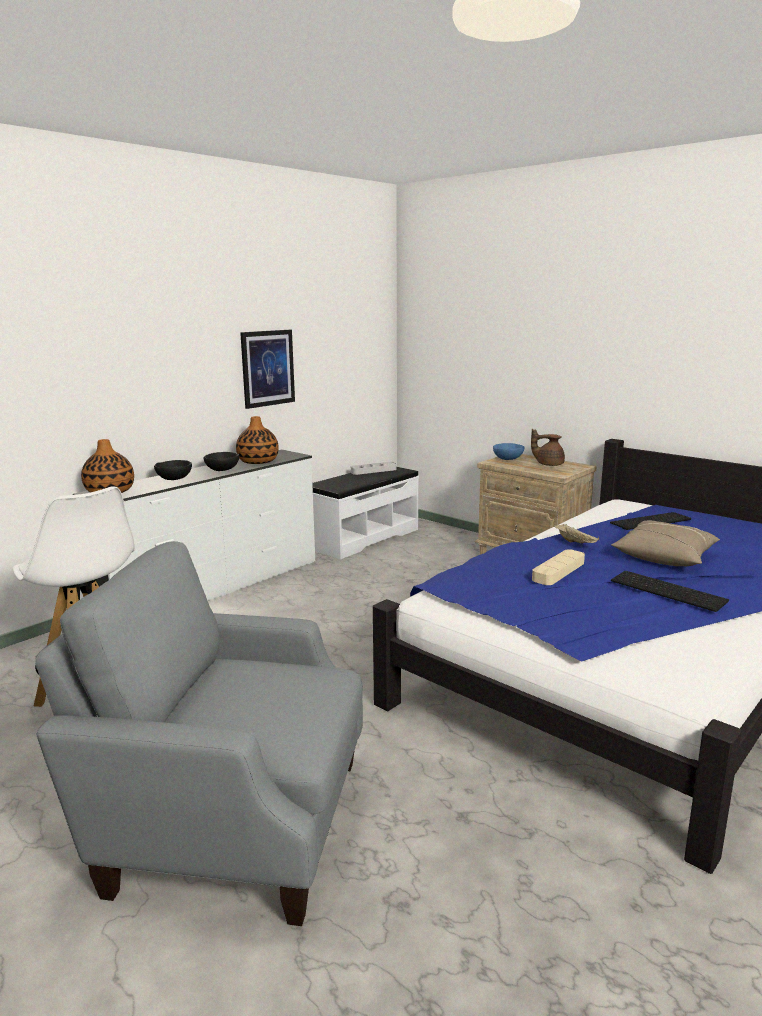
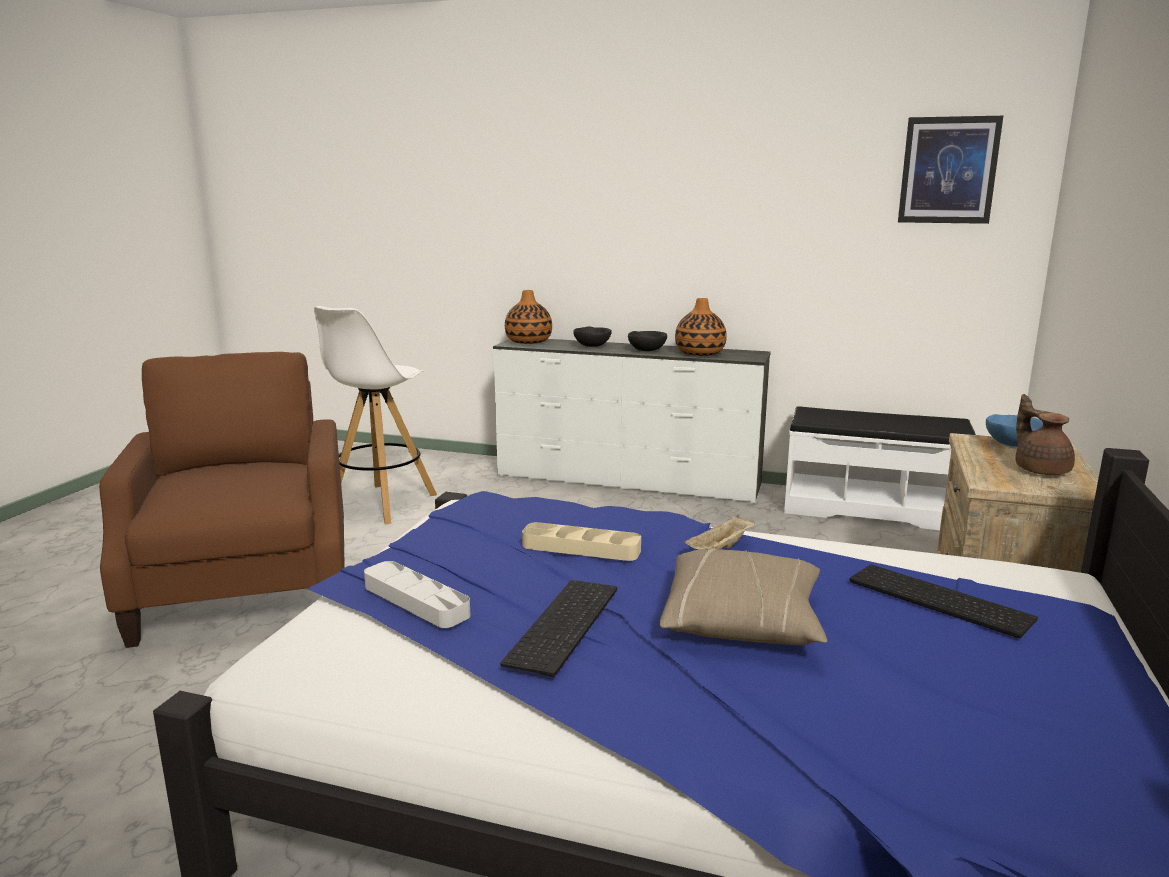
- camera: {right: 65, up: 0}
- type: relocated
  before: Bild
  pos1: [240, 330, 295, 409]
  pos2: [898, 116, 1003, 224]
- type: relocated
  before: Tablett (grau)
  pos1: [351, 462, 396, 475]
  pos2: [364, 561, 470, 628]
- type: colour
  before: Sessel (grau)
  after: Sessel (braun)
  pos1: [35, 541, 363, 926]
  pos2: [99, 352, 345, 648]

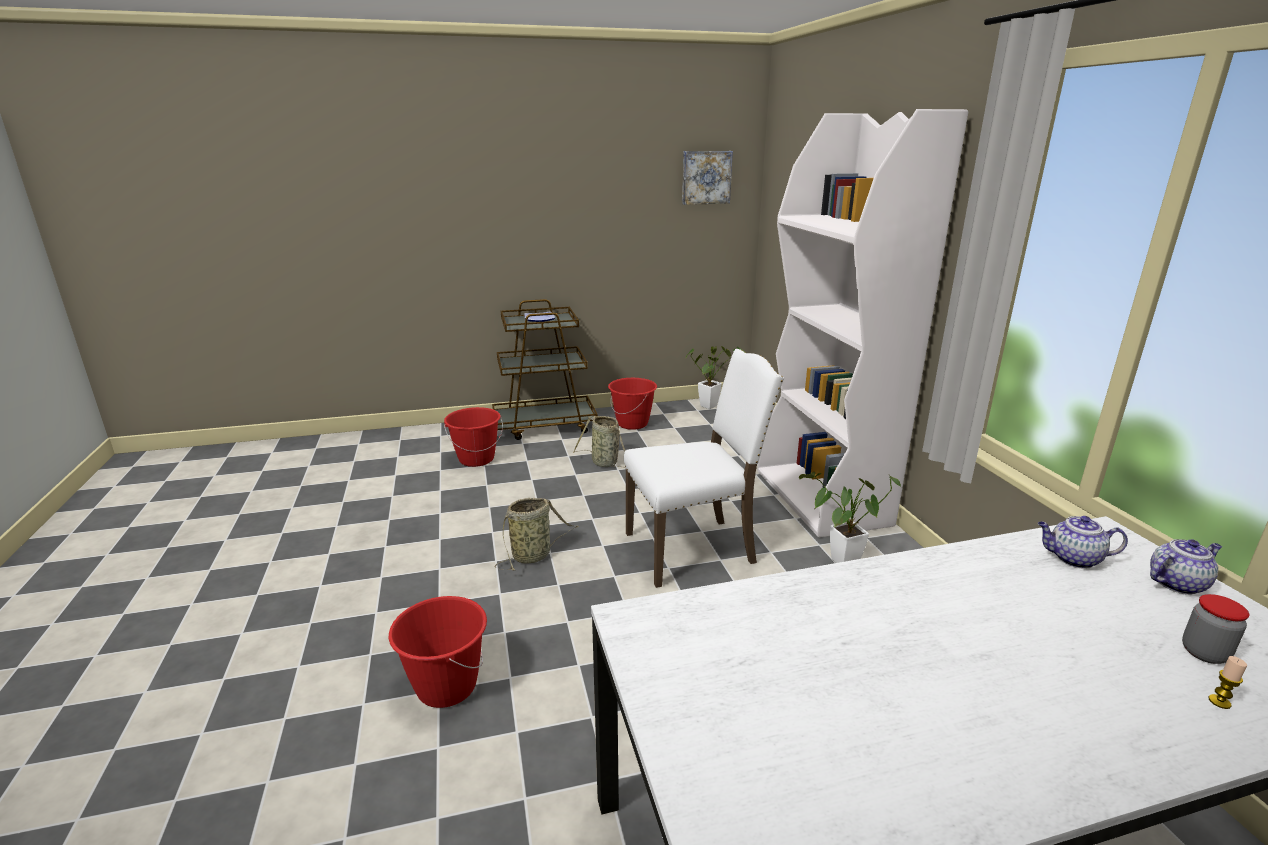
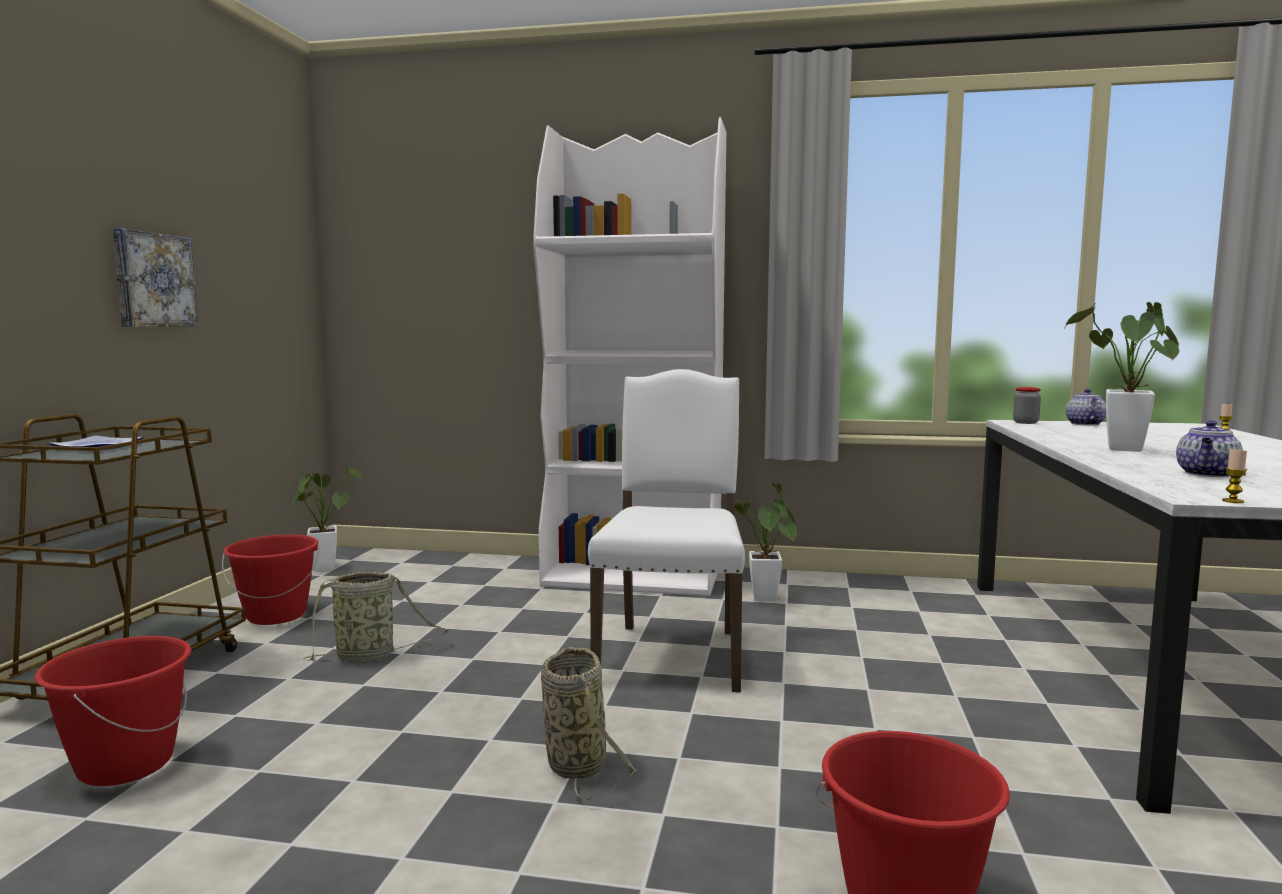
- camera: {right: -65, up: -15}
- type: relocated
  before: Bild
  pos1: [682, 151, 733, 205]
  pos2: [113, 228, 198, 327]
- type: relocated
  before: Teekanne
  pos1: [1038, 516, 1128, 569]
  pos2: [1176, 420, 1243, 477]
- type: relocated
  before: Vorratsglas
  pos1: [1182, 594, 1249, 664]
  pos2: [1013, 387, 1041, 424]
- type: appeared
  after: Topfpflanze
  pos2: [1065, 302, 1179, 452]
- type: appeared
  after: Kerze
  pos2: [1222, 448, 1247, 503]

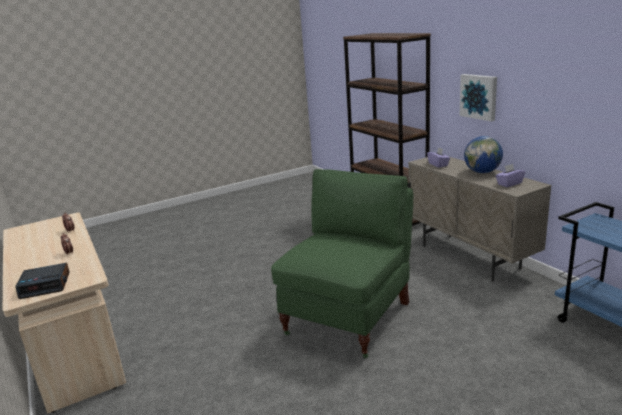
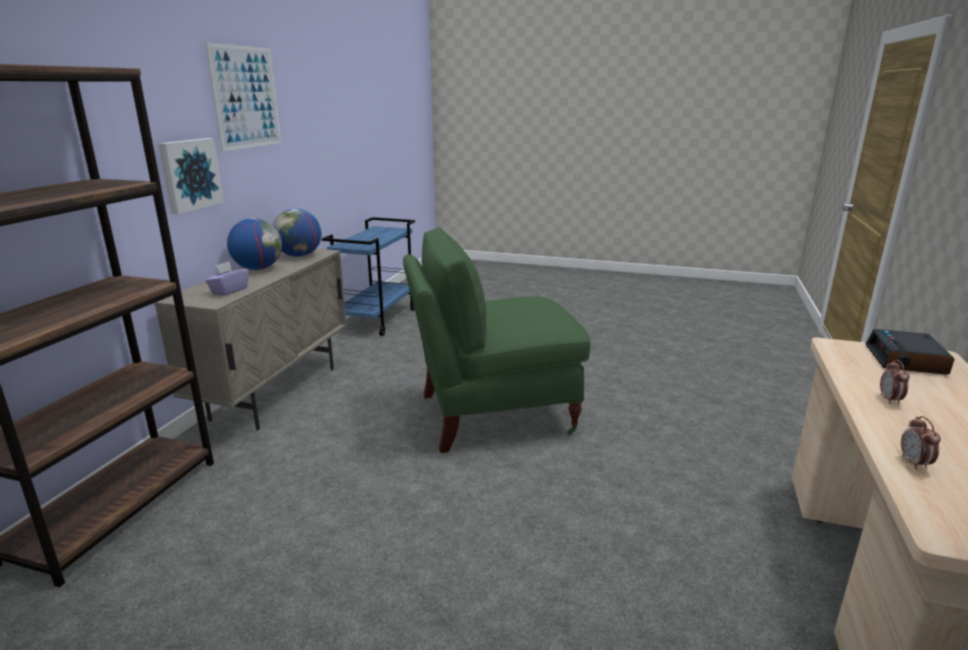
- camera: {right: -135, up: 0}
- type: exchanged
  before: Taschentuchbox (lila)
  after: Globus
  pos1: [496, 164, 525, 187]
  pos2: [273, 209, 321, 257]
- type: spun
  before: Wecker
  pos1: [15, 263, 70, 299]
  pos2: [866, 329, 954, 375]
  turn: -105
- type: appeared
  after: Bild
  pos2: [205, 43, 281, 151]

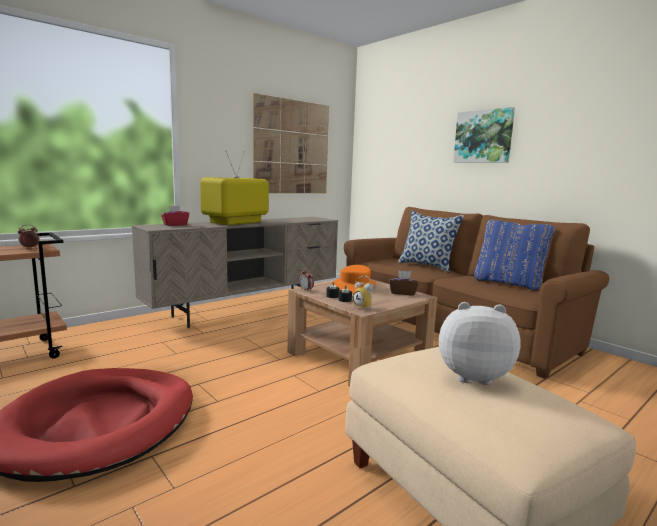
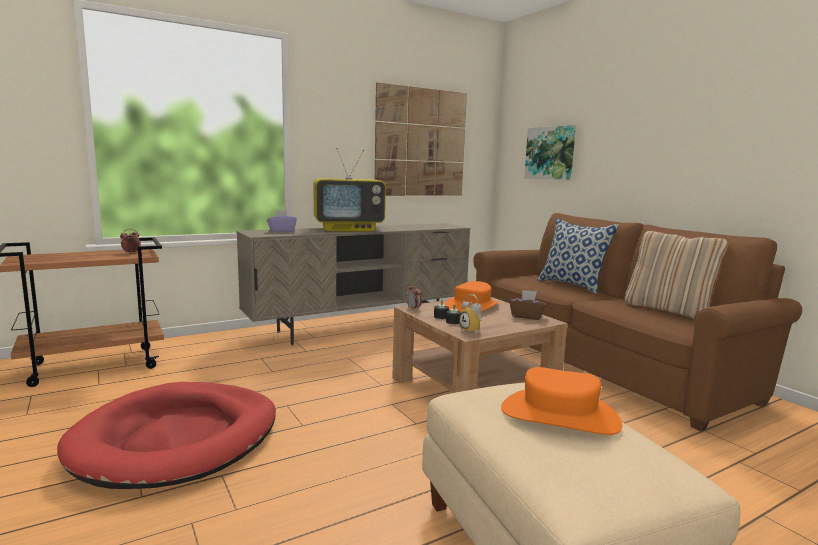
- camera: {right: 10, up: 0}
- type: relocated
  before: Bild
  pos1: [453, 107, 515, 163]
  pos2: [524, 125, 576, 181]
- type: spun
  before: Fernseher
  pos1: [200, 151, 269, 225]
  pos2: [314, 148, 386, 231]
  turn: -150
- type: colour
  before: Taschentuchbox (rot)
  after: Taschentuchbox (lila)
  pos1: [161, 206, 189, 226]
  pos2: [267, 210, 297, 232]
- type: colour
  before: Kissen (blau)
  after: Kissen (beige)
  pos1: [474, 219, 555, 291]
  pos2: [625, 230, 729, 320]
- type: exchanged
  before: Plüschtier
  after: Hut (orange)
  pos1: [439, 302, 521, 385]
  pos2: [501, 367, 622, 435]

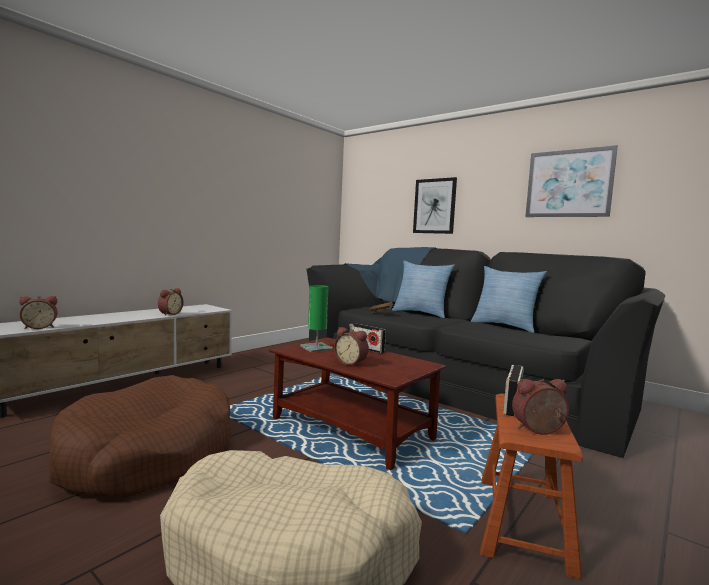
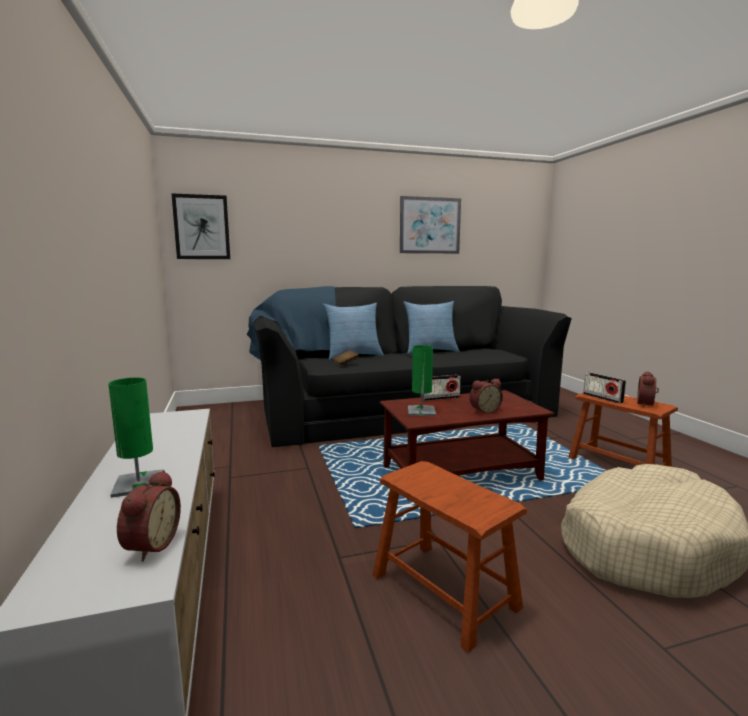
- camera: {right: -55, up: 5}
- type: relocated
  before: Bild
  pos1: [413, 177, 457, 234]
  pos2: [171, 193, 230, 259]
- type: missing
  before: Wecker
  pos1: [158, 288, 184, 316]
- type: exchanged
  before: Hundebett (braun)
  after: Hocker (braun)
  pos1: [49, 375, 232, 497]
  pos2: [373, 461, 527, 653]
- type: appeared
  after: Tischlampe (grün)
  pos2: [108, 377, 163, 498]

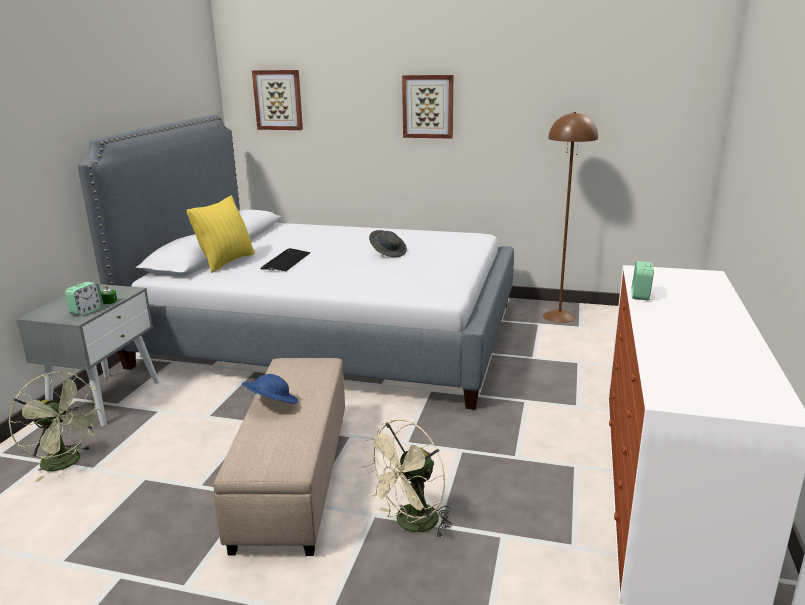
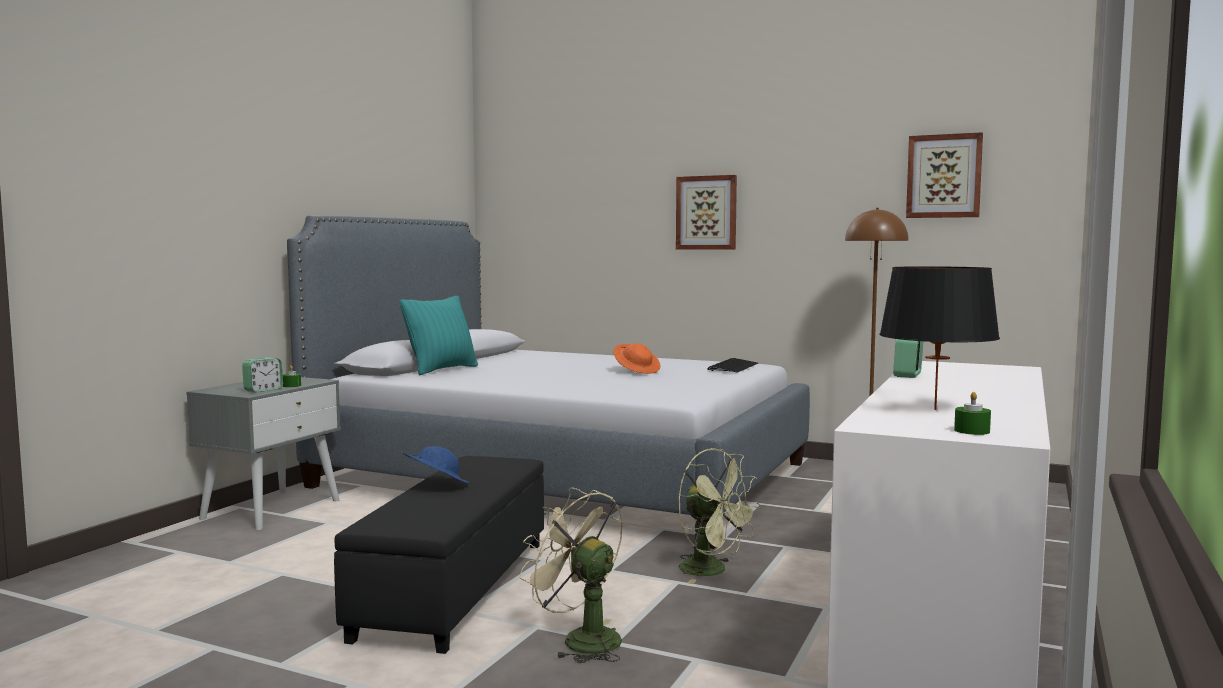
- camera: {right: 10, up: -15}
- type: relocated
  before: Bild
  pos1: [252, 70, 303, 130]
  pos2: [906, 132, 983, 218]
- type: colour
  before: Kissen (gelb)
  after: Kissen (türkis)
  pos1: [187, 196, 255, 273]
  pos2: [400, 296, 478, 375]
- type: colour
  before: Hut (grau)
  after: Hut (orange)
  pos1: [369, 230, 407, 257]
  pos2: [613, 343, 660, 374]
- type: relocated
  before: Tastatur
  pos1: [261, 248, 310, 271]
  pos2: [707, 358, 758, 373]
- type: colour
  before: Polsterhocker (beige)
  after: Polsterhocker (schwarz)
  pos1: [213, 358, 345, 556]
  pos2: [334, 456, 544, 654]
- type: relocated
  before: Ventilator (grün)
  pos1: [9, 372, 103, 482]
  pos2: [678, 448, 761, 584]
- type: spun
  before: Ventilator (beige)
  pos1: [362, 419, 452, 539]
  pos2: [519, 487, 623, 663]
  turn: 75
- type: appeared
  after: Tischlampe (schwarz)
  pos2: [879, 266, 1000, 410]
- type: appeared
  after: Kerze (grün)
  pos2: [954, 392, 991, 435]

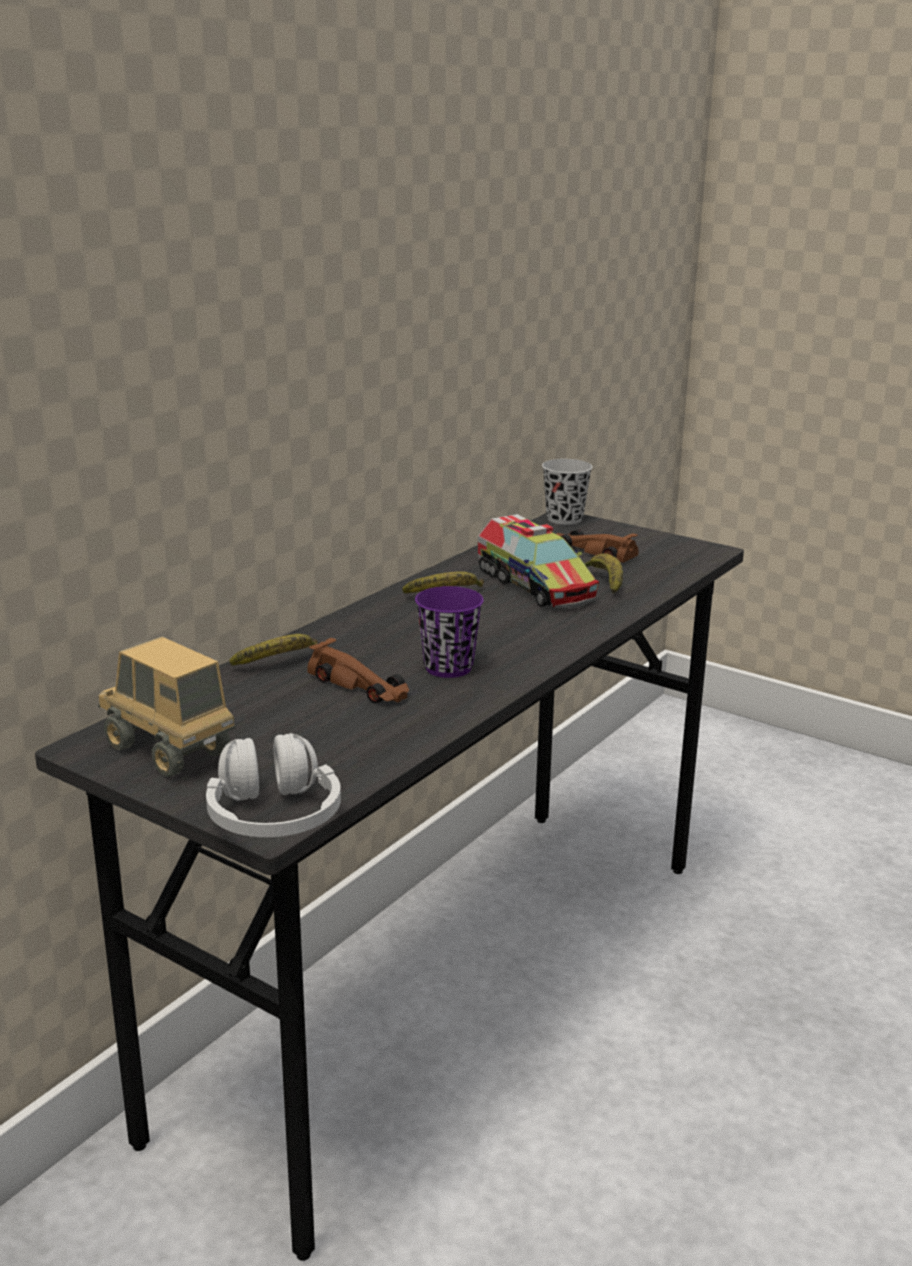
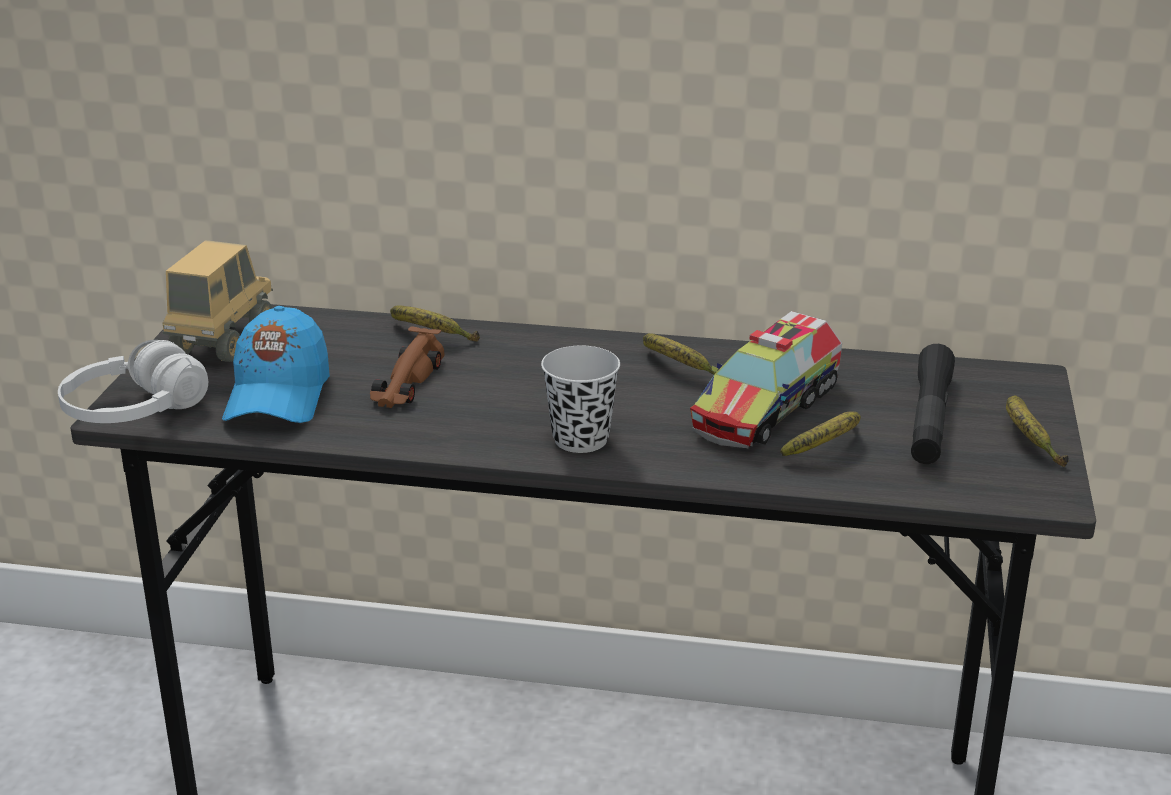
- camera: {right: 65, up: 5}
- type: relocated
  before: Tasse (schwarz)
  pos1: [542, 459, 593, 525]
  pos2: [541, 346, 620, 453]
- type: exchanged
  before: Spielzeugauto (braun)
  after: Taschenlampe (schwarz)
  pos1: [556, 529, 638, 563]
  pos2: [911, 344, 955, 464]
- type: missing
  before: Tasse (lila)
  pos1: [415, 586, 484, 678]
- type: appeared
  after: Kappe (blau)
  pos2: [222, 306, 330, 423]
- type: appeared
  after: Banane
  pos2: [1006, 395, 1069, 467]

